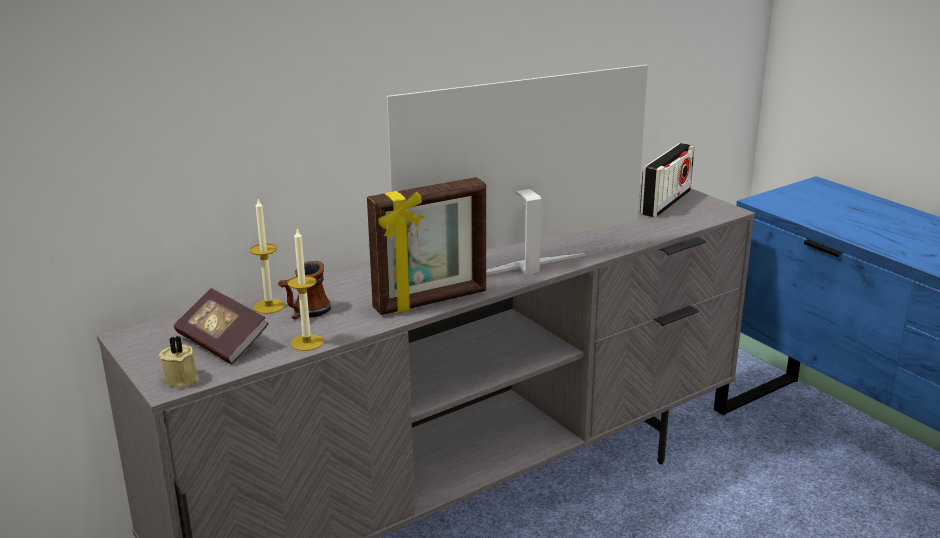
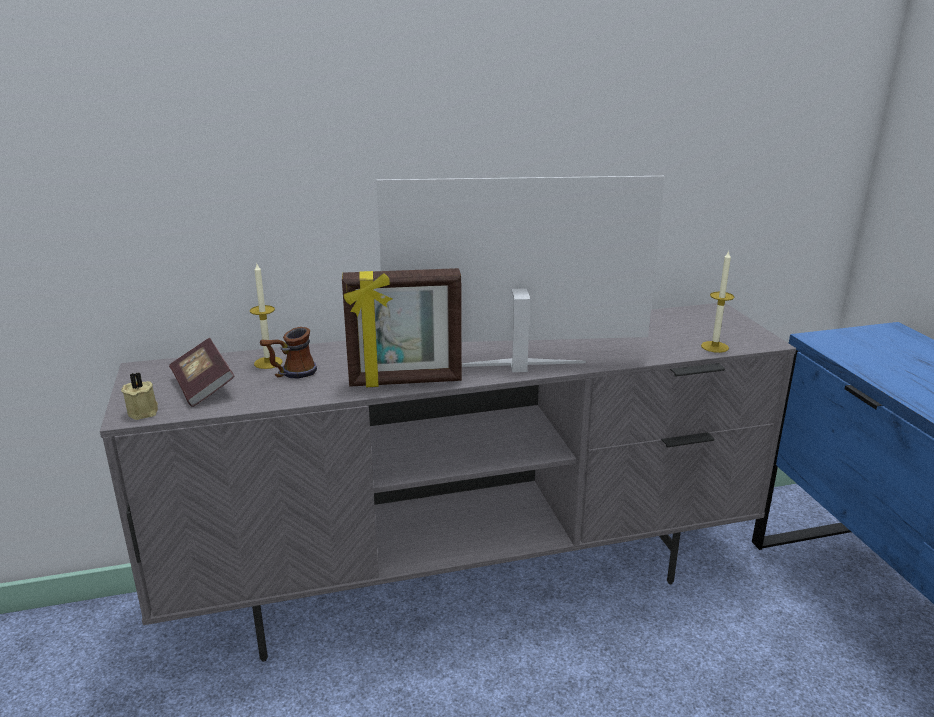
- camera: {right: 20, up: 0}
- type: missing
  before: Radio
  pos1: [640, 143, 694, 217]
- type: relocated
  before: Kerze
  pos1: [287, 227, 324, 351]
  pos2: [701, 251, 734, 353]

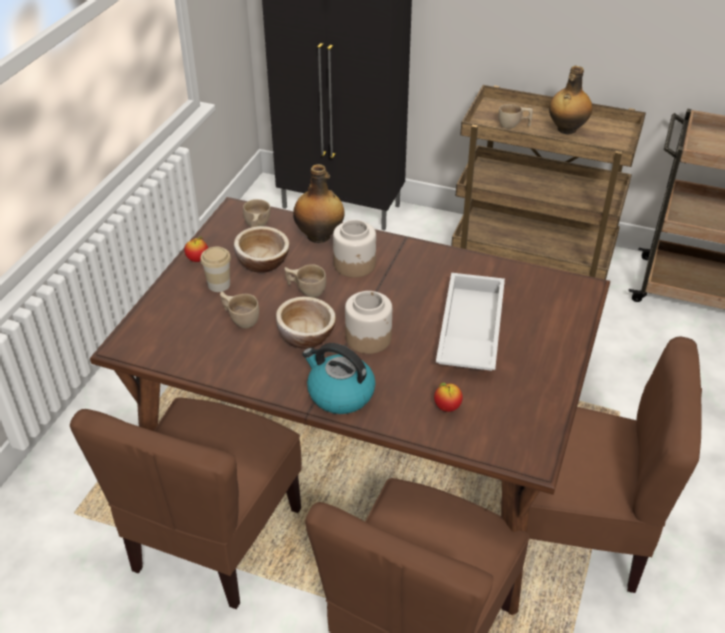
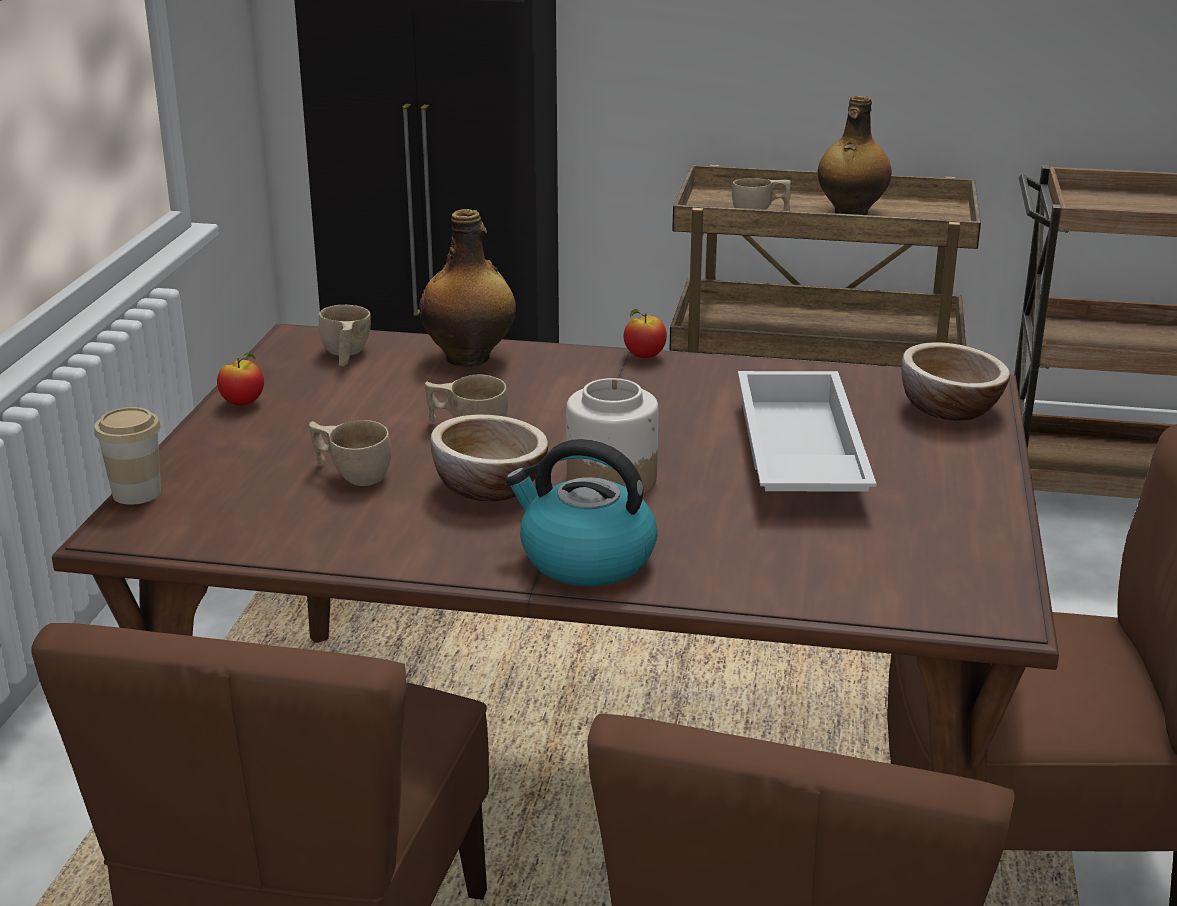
- camera: {right: -10, up: -15}
- type: missing
  before: Vorratsglas
  pos1: [333, 220, 376, 278]
- type: relocated
  before: Schüssel
  pos1: [234, 226, 289, 273]
  pos2: [901, 343, 1010, 420]
- type: relocated
  before: Tasse
  pos1: [200, 247, 231, 292]
  pos2: [94, 407, 161, 505]
- type: relocated
  before: Apfel
  pos1: [434, 382, 463, 412]
  pos2: [623, 309, 667, 358]

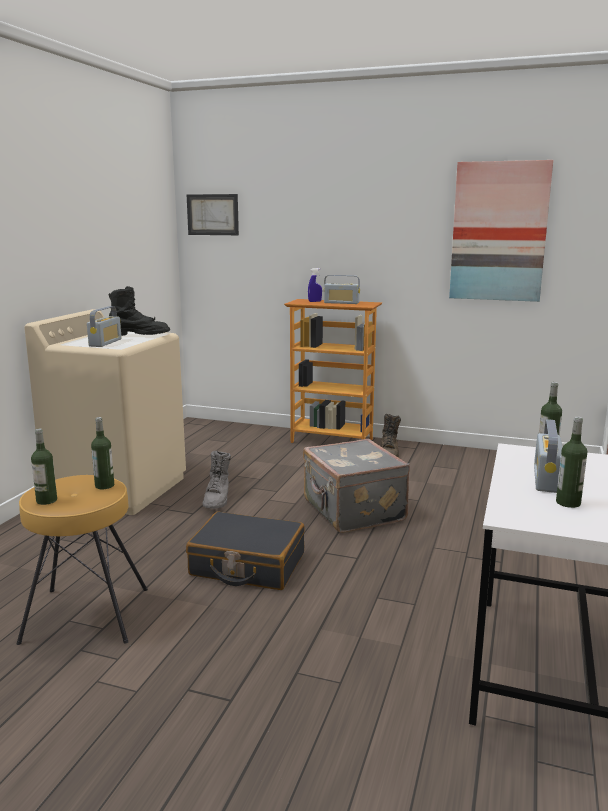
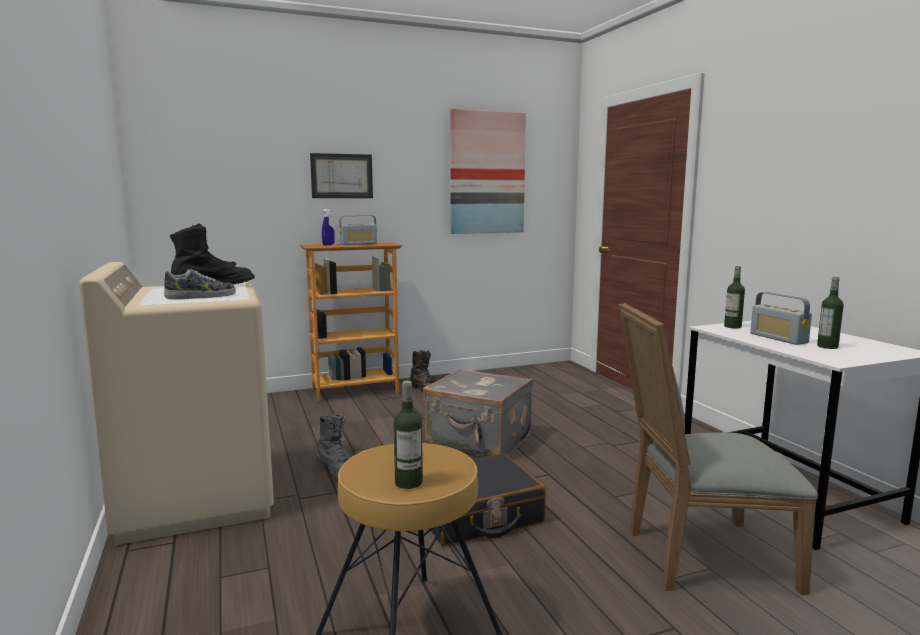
- camera: {right: -40, up: -5}
- type: relocated
  before: Bild
  pos1: [187, 194, 239, 235]
  pos2: [310, 153, 373, 198]
- type: exchanged
  before: Radio
  after: Schuh
  pos1: [87, 306, 122, 347]
  pos2: [164, 269, 236, 299]
- type: missing
  before: Flasche
  pos1: [91, 417, 114, 489]
- type: appeared
  after: Stuhl (grau)
  pos2: [619, 303, 818, 595]

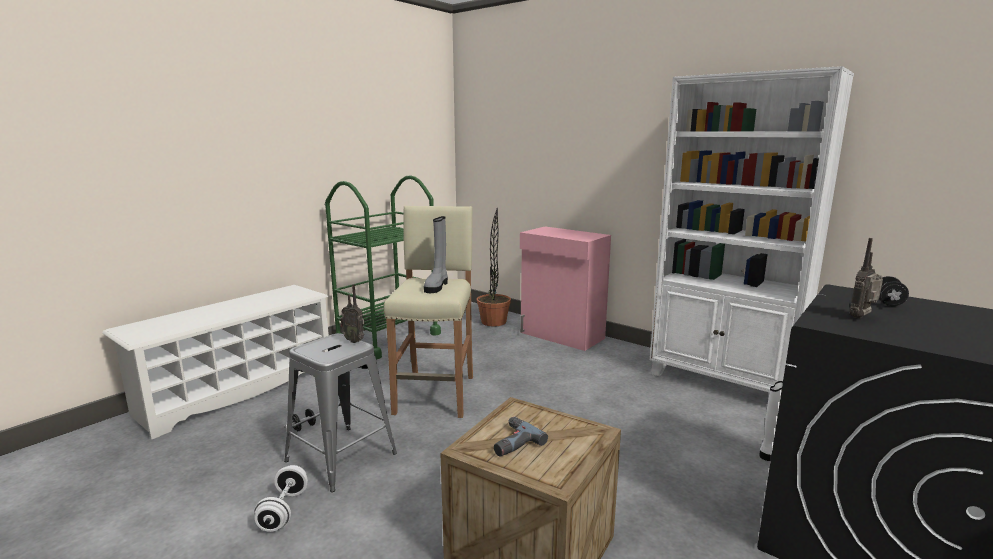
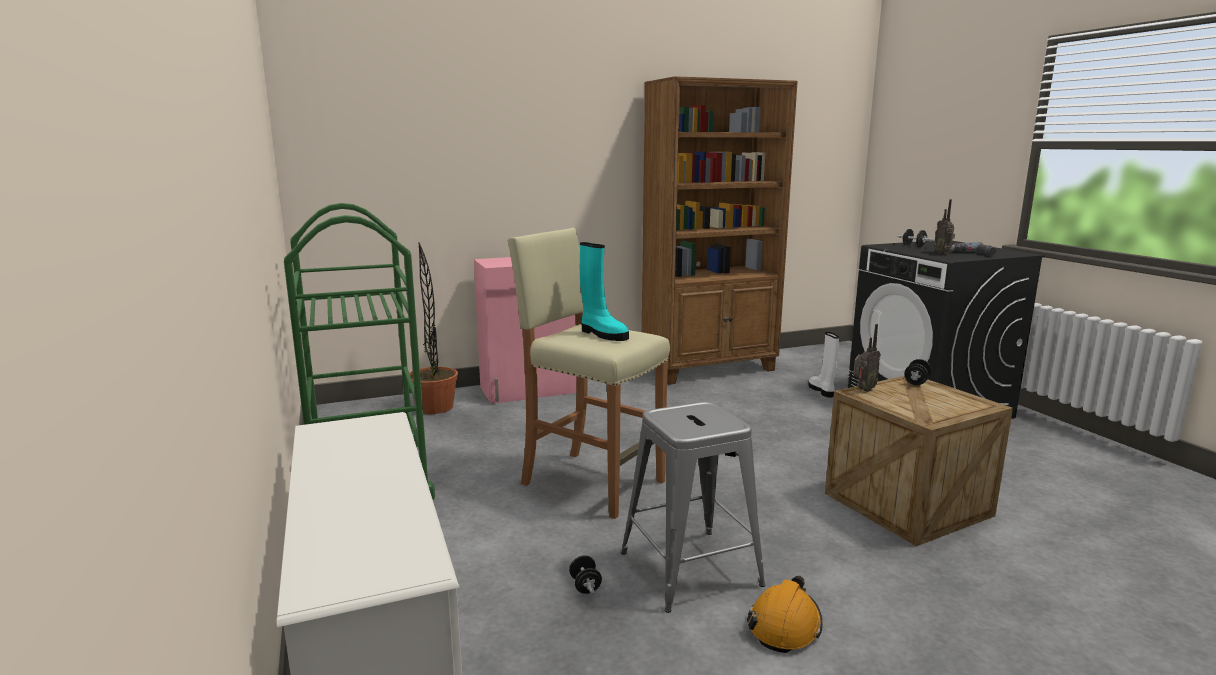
- camera: {right: -60, up: 0}
- type: colour
  before: Bücherregal (weiß)
  after: Bücherregal (braun)
  pos1: [650, 66, 854, 393]
  pos2: [642, 76, 798, 385]
- type: colour
  before: Stiefel (grau)
  after: Stiefel (türkis)
  pos1: [424, 216, 448, 293]
  pos2: [580, 242, 629, 341]
- type: relocated
  before: Radio
  pos1: [340, 284, 364, 343]
  pos2: [853, 324, 880, 392]
- type: relocated
  before: Bohrmaschine
  pos1: [494, 416, 548, 457]
  pos2: [951, 242, 996, 256]
- type: exchanged
  before: Hantel (weiß)
  after: Schutzhelm (orange)
  pos1: [254, 465, 308, 532]
  pos2: [747, 576, 823, 653]
- type: appeared
  after: Hantel (schwarz)
  pos2: [905, 359, 932, 385]

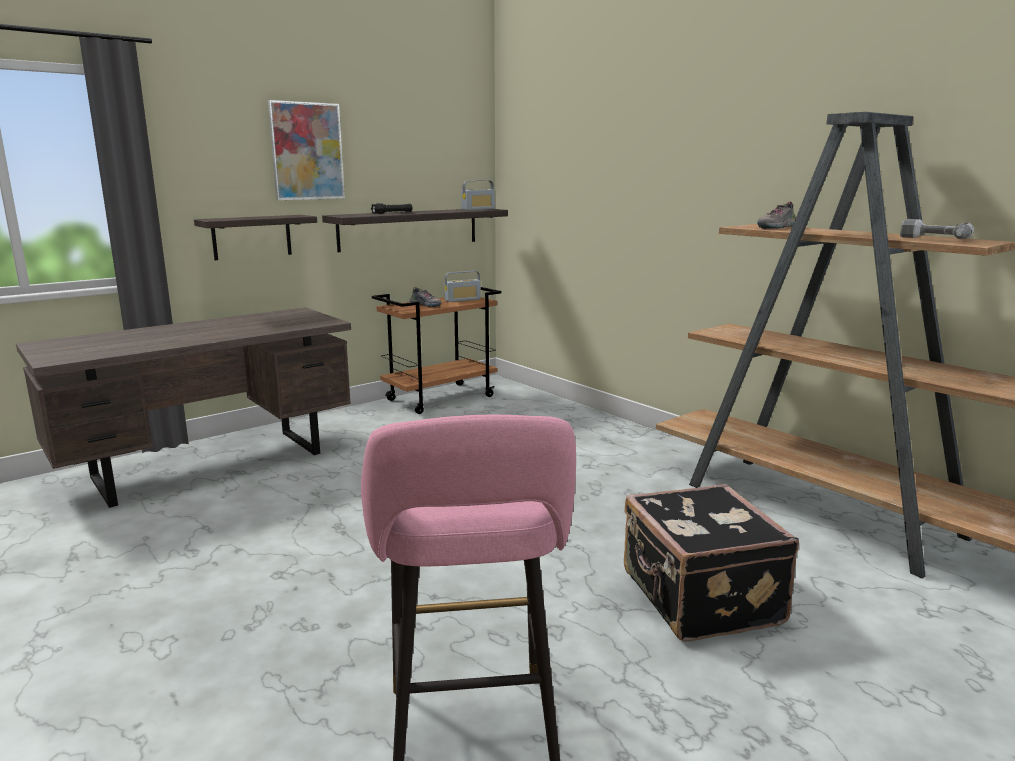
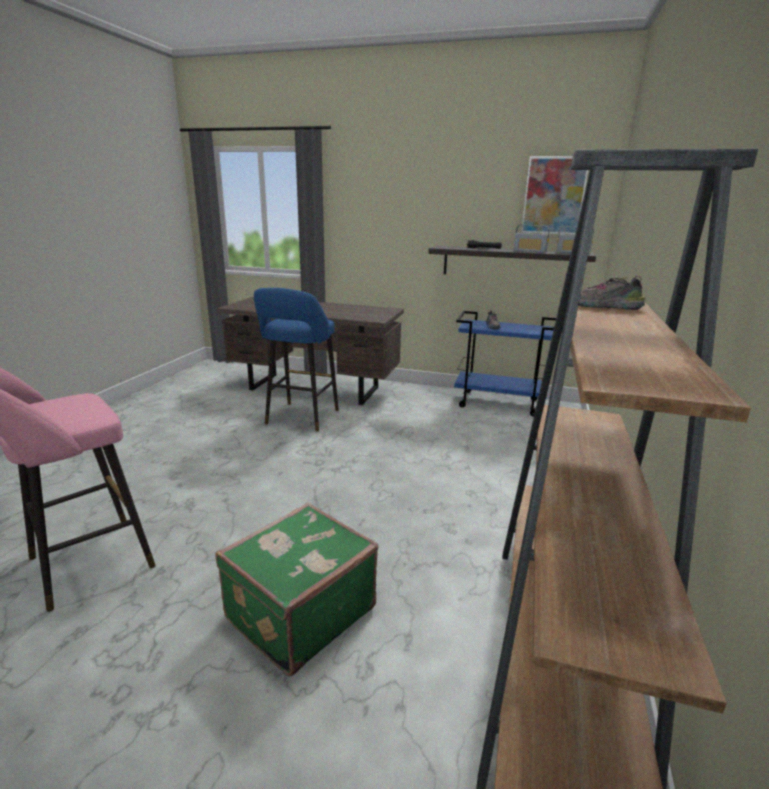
- camera: {right: 55, up: 5}
- type: relocated
  before: Bild
  pos1: [268, 100, 345, 200]
  pos2: [521, 156, 588, 235]
- type: missing
  before: Wandregal
  pos1: [194, 215, 317, 260]
- type: missing
  before: Bohrmaschine
  pos1: [900, 219, 974, 239]
- type: relocated
  before: Radio
  pos1: [444, 271, 481, 302]
  pos2: [514, 225, 550, 253]
- type: colour
  before: Rollwagen (braun)
  after: Rollwagen (blau)
  pos1: [372, 287, 501, 414]
  pos2: [454, 311, 556, 417]
- type: colour
  before: Koffer (schwarz)
  after: Koffer (grün)
  pos1: [624, 484, 799, 642]
  pos2: [216, 502, 378, 676]
- type: appeared
  after: Hocker (blau)
  pos2: [254, 288, 339, 432]

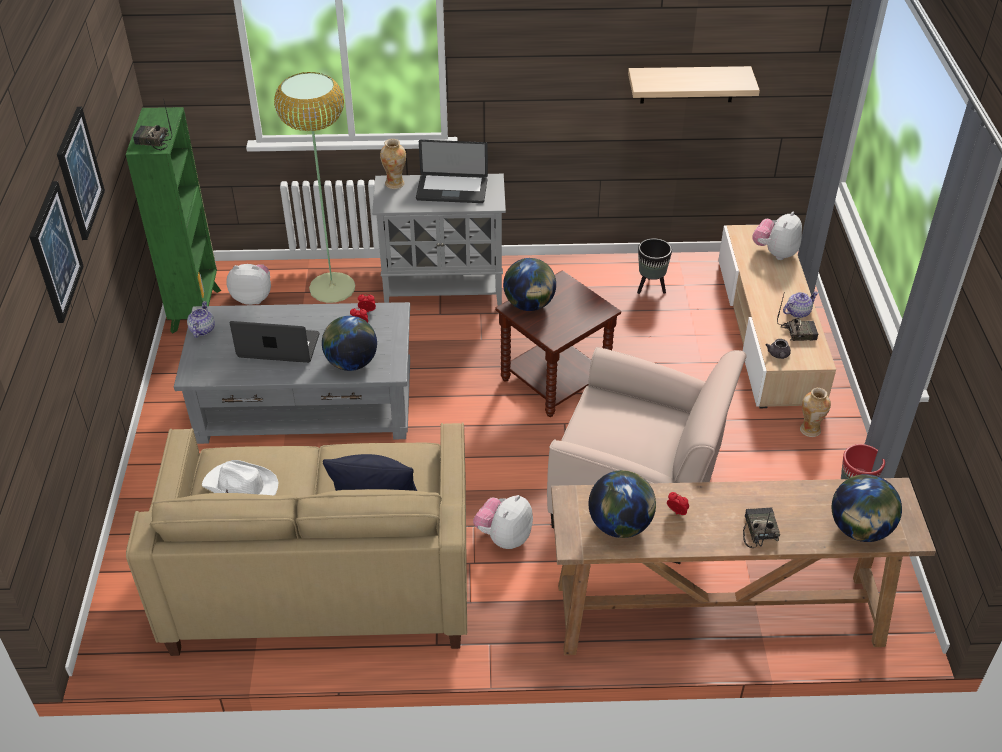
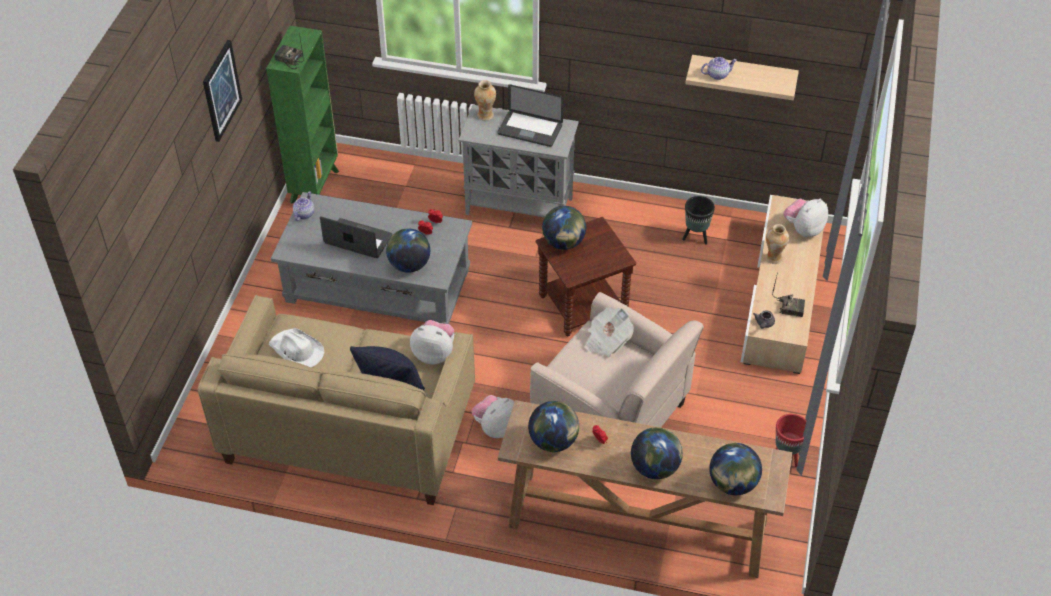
- camera: {right: 15, up: 5}
- type: missing
  before: Stehlampe
  pos1: [274, 72, 355, 303]
- type: missing
  before: Bild
  pos1: [30, 181, 84, 323]
- type: relocated
  before: Plüschtier
  pos1: [226, 264, 271, 305]
  pos2: [410, 320, 454, 364]
- type: relocated
  before: Teekanne
  pos1: [783, 291, 818, 318]
  pos2: [701, 57, 737, 80]
- type: relocated
  before: Vase
  pos1: [800, 388, 831, 437]
  pos2: [766, 224, 789, 264]
- type: exchanged
  before: Radio
  after: Globus
  pos1: [743, 507, 780, 548]
  pos2: [631, 427, 683, 479]
- type: appeared
  after: Zeitung
  pos2: [584, 307, 634, 357]

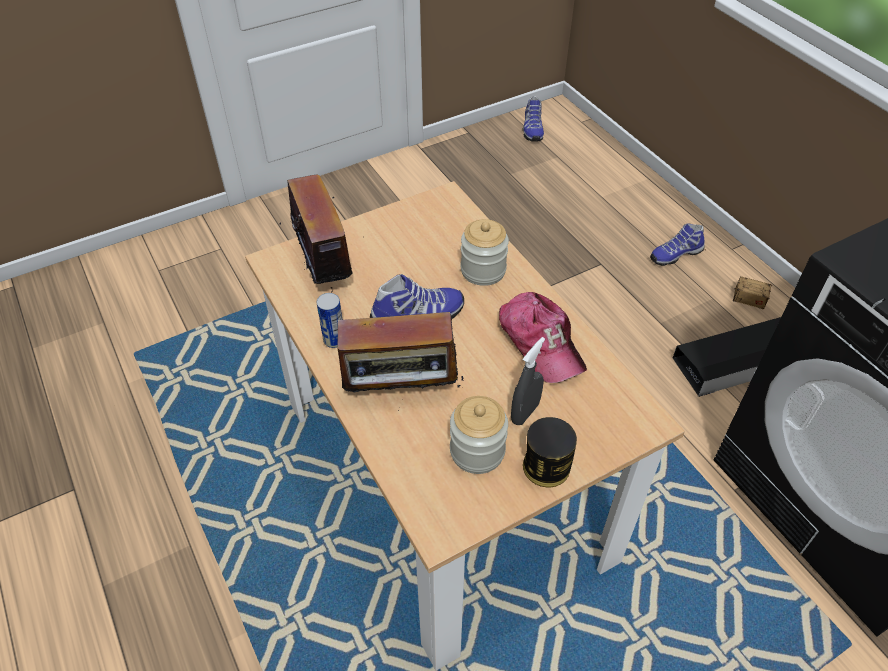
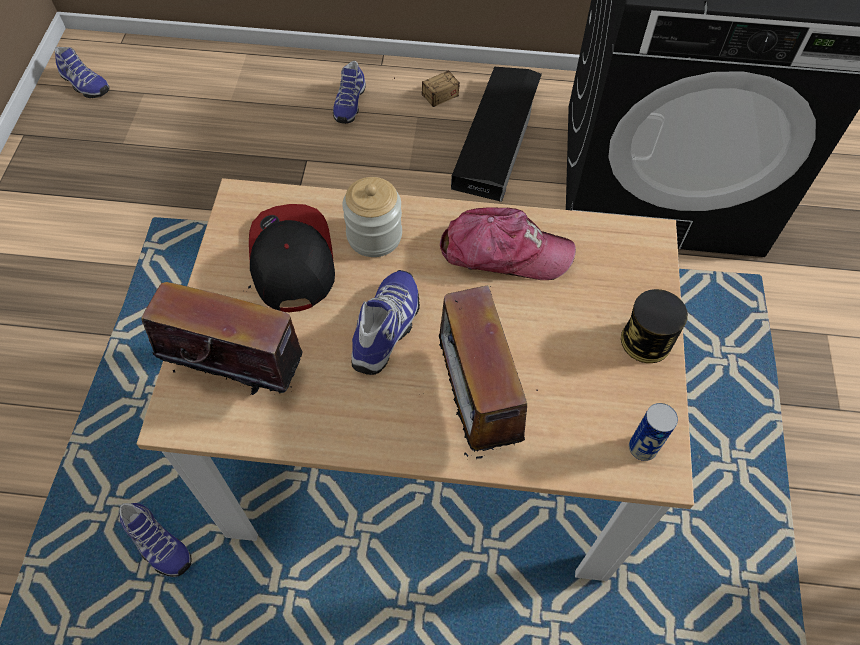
- camera: {right: -55, up: 10}
- type: relocated
  before: Dose
  pos1: [317, 293, 343, 348]
  pos2: [629, 403, 678, 461]
- type: spun
  before: Radio
  pos1: [327, 312, 463, 414]
  pos2: [423, 285, 538, 460]
  turn: 135
- type: missing
  before: Sprühflasche (grau)
  pos1: [511, 337, 545, 425]
- type: missing
  before: Vorratsglas
  pos1: [450, 396, 508, 474]
- type: appeared
  after: Kappe
  pos2: [249, 204, 335, 312]
- type: appeared
  after: Schuh
  pos2: [119, 503, 192, 577]

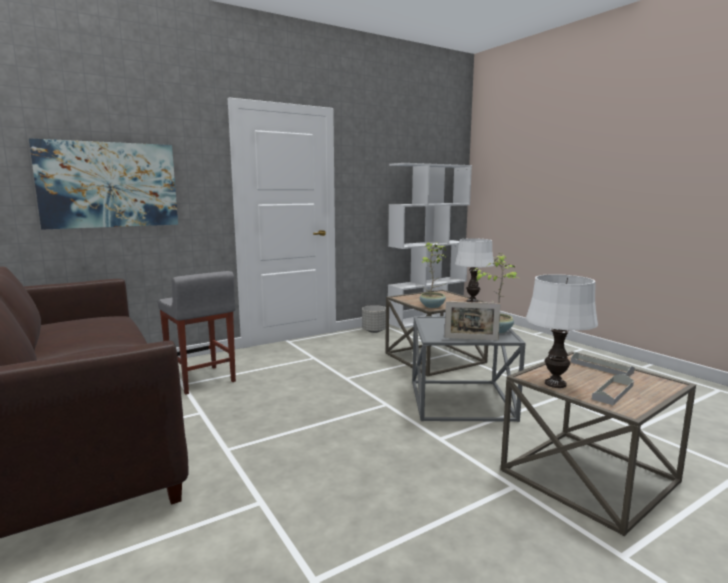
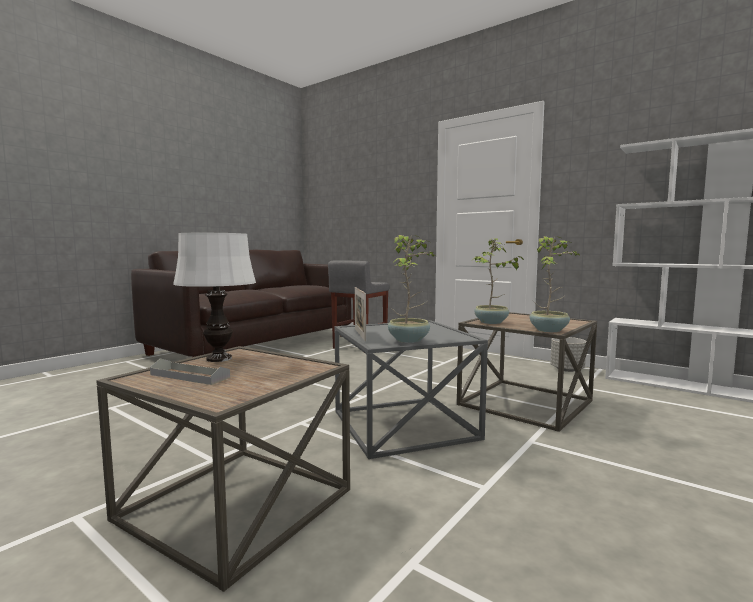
- camera: {right: 70, up: -5}
- type: missing
  before: Bild
  pos1: [29, 138, 178, 230]
- type: exchanged
  before: Tischlampe (weiß)
  after: Topfpflanze
  pos1: [455, 238, 494, 302]
  pos2: [529, 236, 581, 332]
- type: missing
  before: Tablett (grau)
  pos1: [571, 352, 635, 377]

